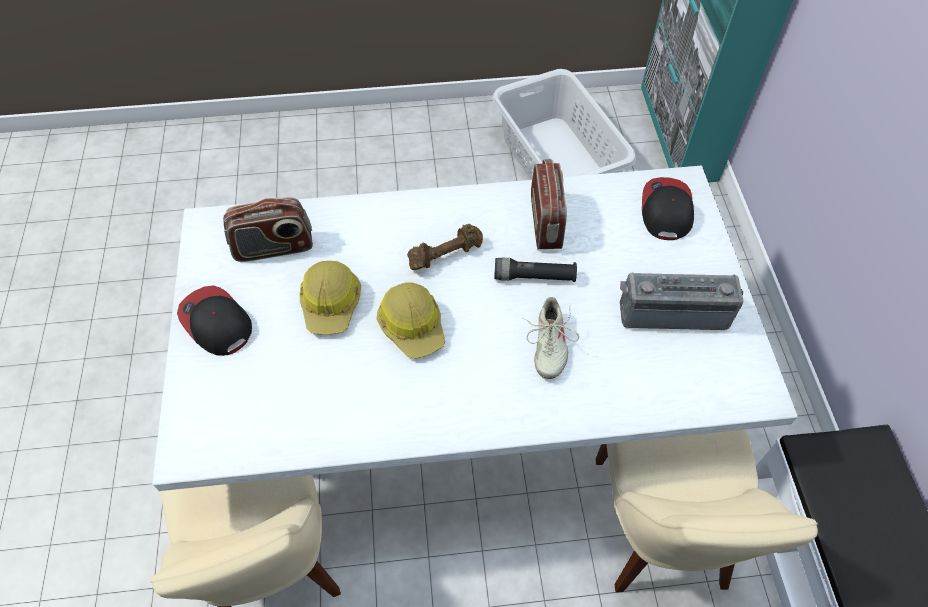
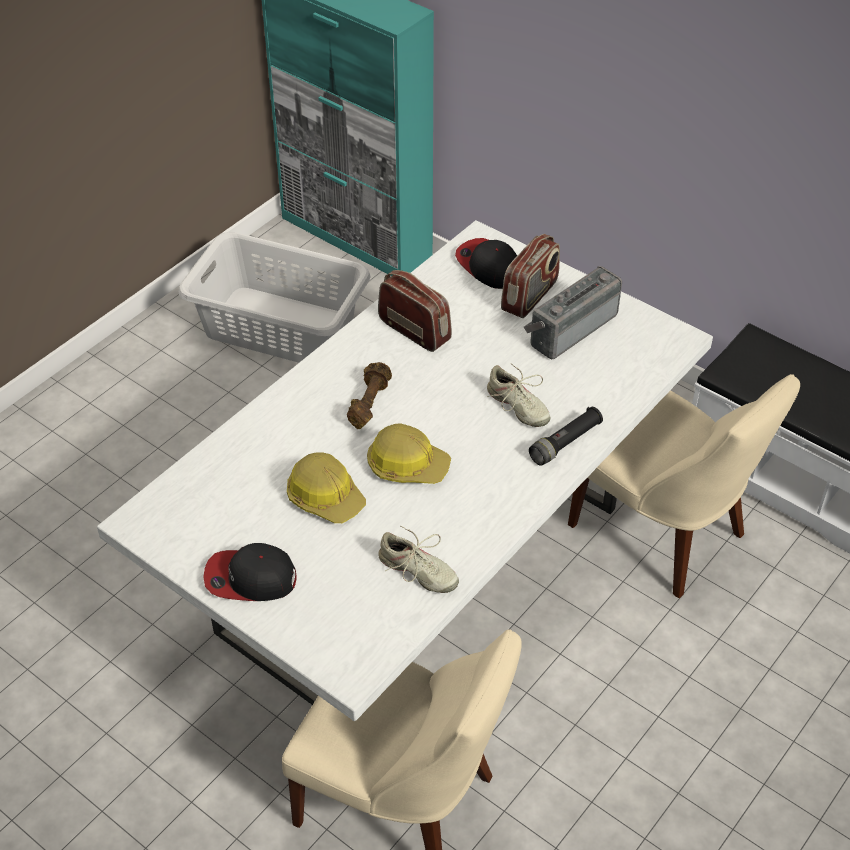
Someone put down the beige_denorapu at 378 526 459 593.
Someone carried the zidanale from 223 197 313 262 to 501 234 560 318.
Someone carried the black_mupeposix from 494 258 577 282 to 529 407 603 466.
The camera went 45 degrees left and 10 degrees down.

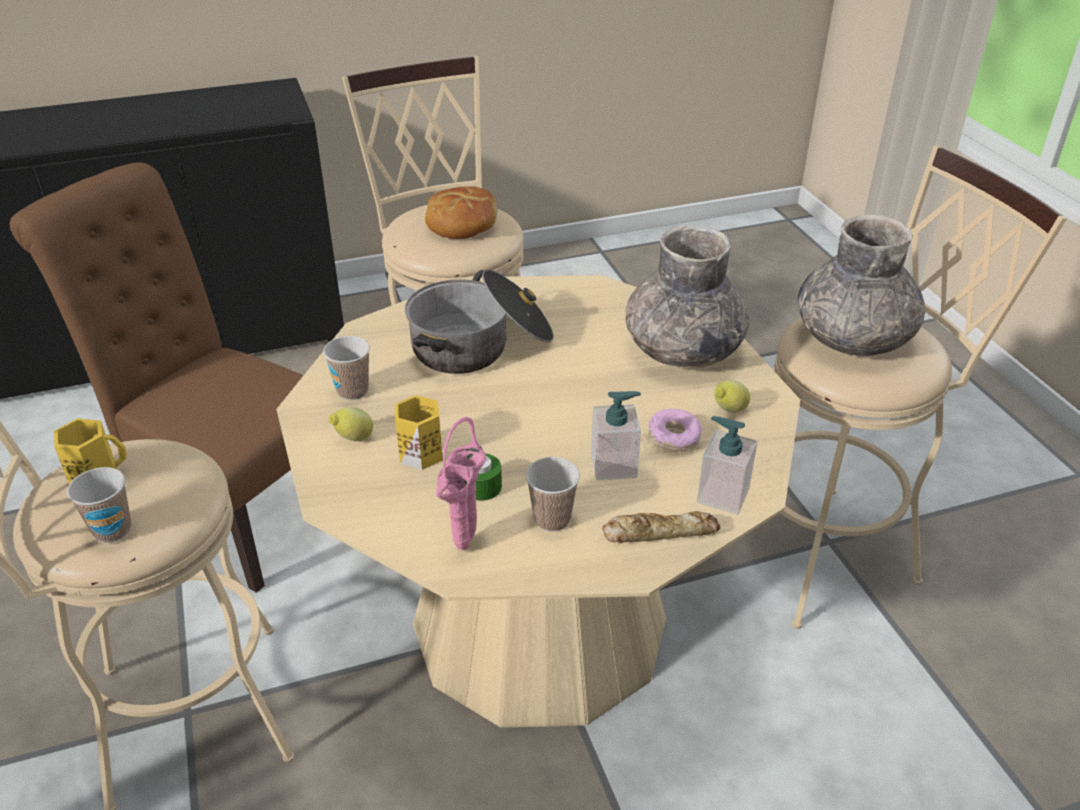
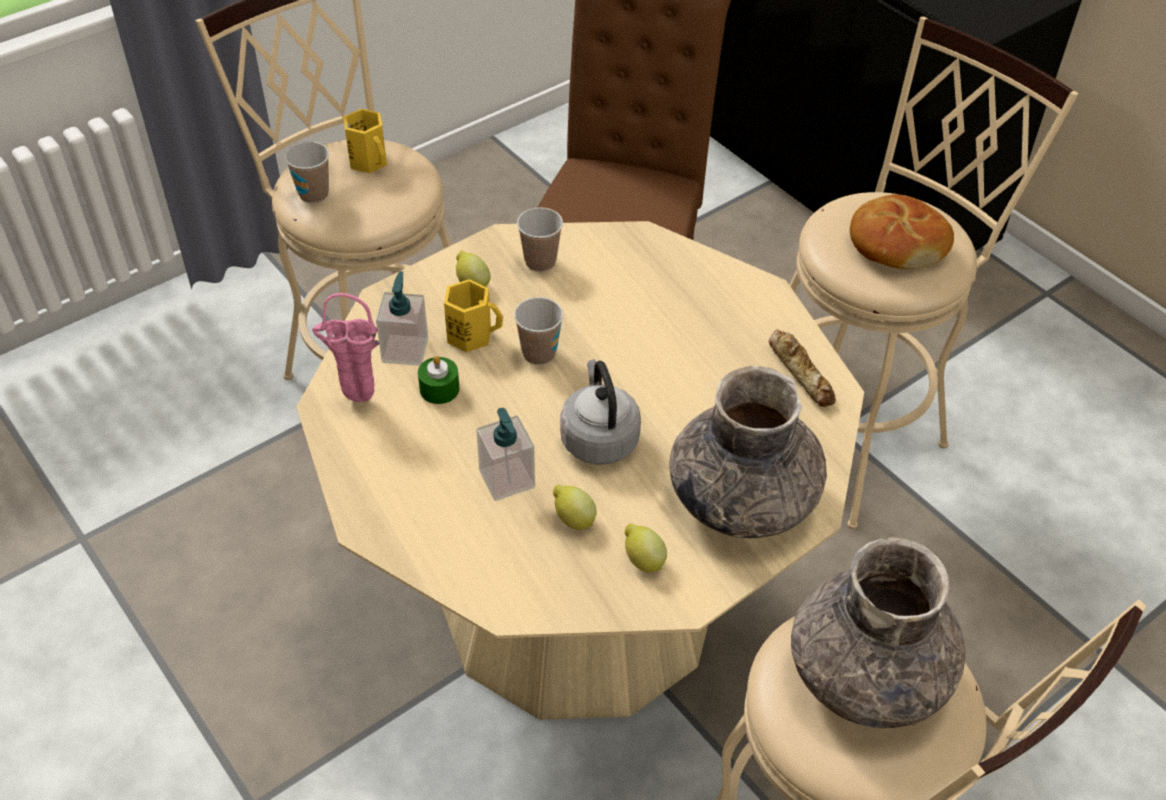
Someone took away the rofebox at 405 270 554 374.
Someone put down the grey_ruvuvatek at 560 359 641 465.
Someone carried the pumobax from 526 457 580 532 to 514 297 563 365.
Someone carried the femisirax from 602 511 720 543 to 768 330 836 407.
Someone carried the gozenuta from 697 416 757 515 to 376 271 428 366.
Someone swapped the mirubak at 649 409 702 451 for the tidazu at 553 484 597 530.
The camera went 70 degrees right and 10 degrees up.

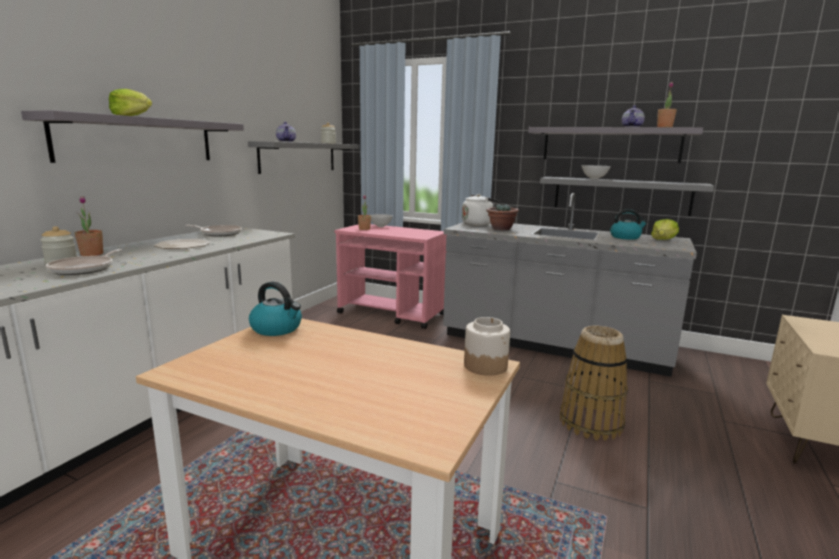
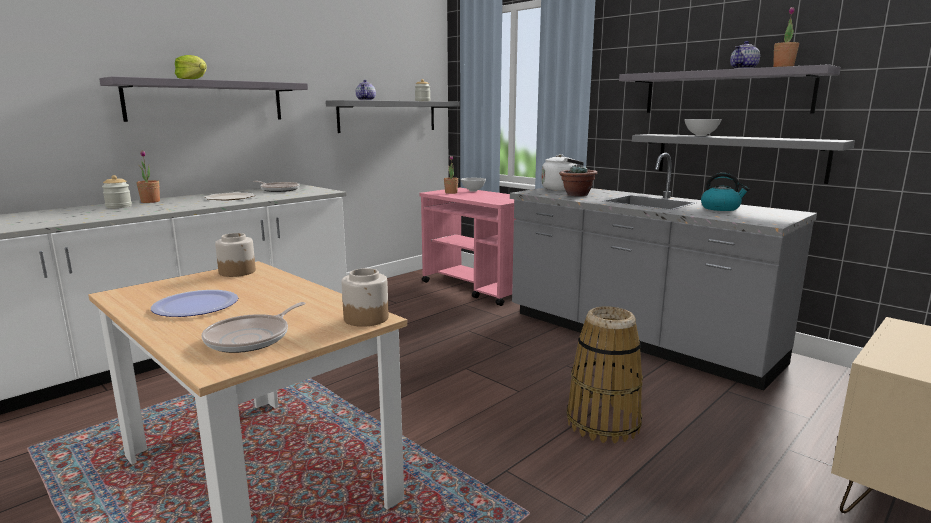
Someone took away the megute at 651 219 679 240.
Someone put down the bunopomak at 151 290 238 317.
Someone carried the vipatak from 46 249 122 275 to 202 302 306 353.
Someone swapped the ruvuvatek at 249 282 302 336 for the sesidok at 215 233 256 277.
The camera went 20 degrees right and 0 degrees up.

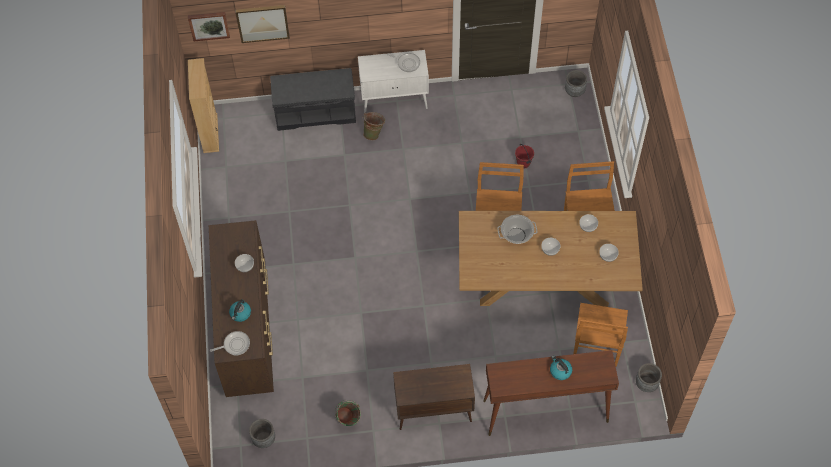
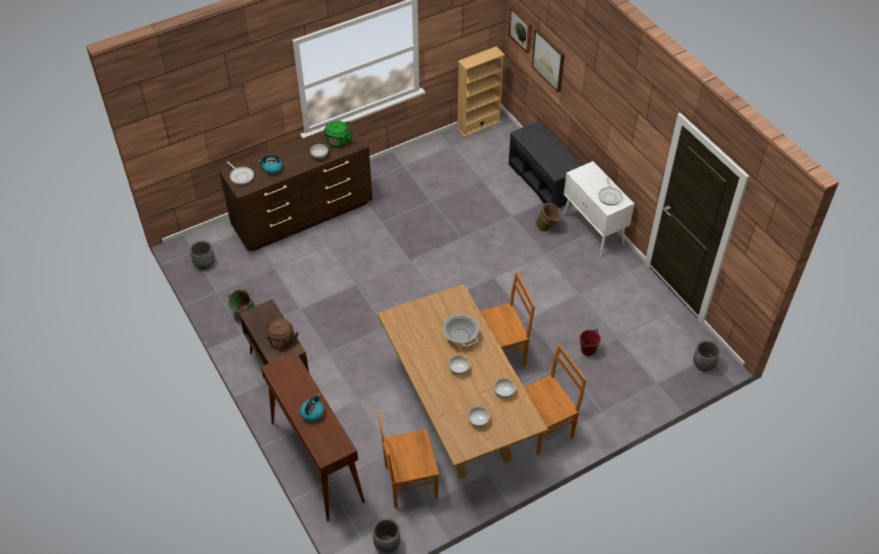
Someone put down the brown_ruvuvatek at 264 318 299 348.
Someone put down the green_ruvuvatek at 323 121 353 147.
The camera went 65 degrees right and 10 degrees down.

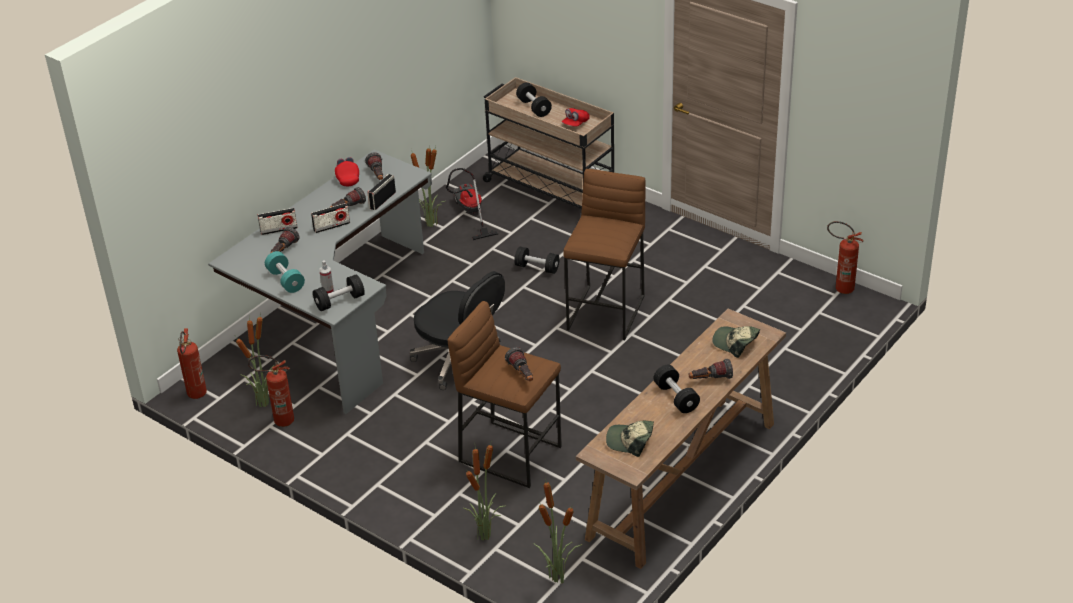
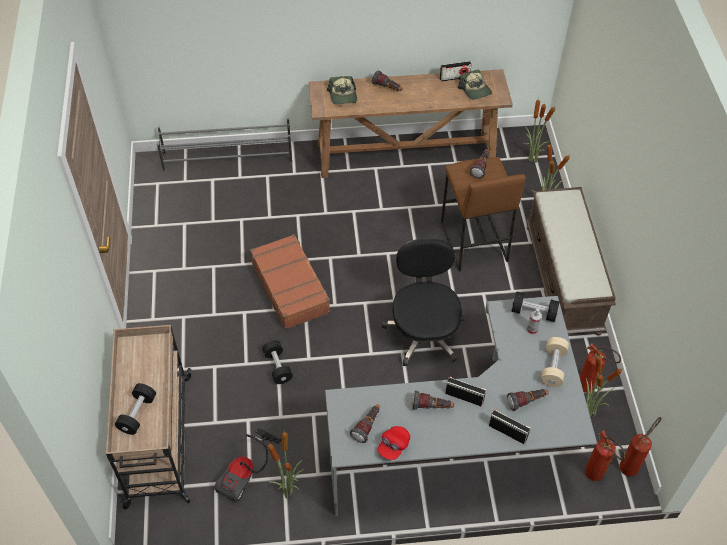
Someone took away the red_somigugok at 562 108 590 127.
Someone took away the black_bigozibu at 653 365 700 413.
Someone put down the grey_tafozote at 157 118 292 172.
Someone put down the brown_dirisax at 526 187 616 335.
Someone carried the zidanale from 367 174 396 210 to 440 61 472 82.
Someone carried the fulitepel from 827 221 863 294 to 585 430 626 481.
Someone swapped the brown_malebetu at 563 169 646 340 for the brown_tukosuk at 250 234 330 330.
Someone repainted the turquoise_bigozibu at 265 251 305 293, which became the beige_bigozibu at 541 337 569 387.
The camera went 135 degrees left and 15 degrees up.

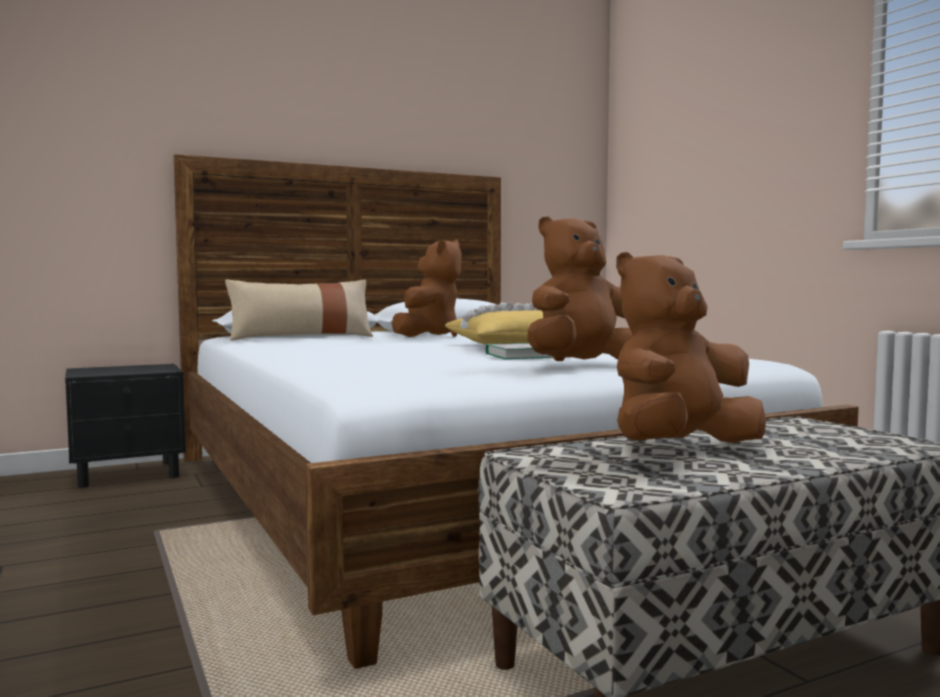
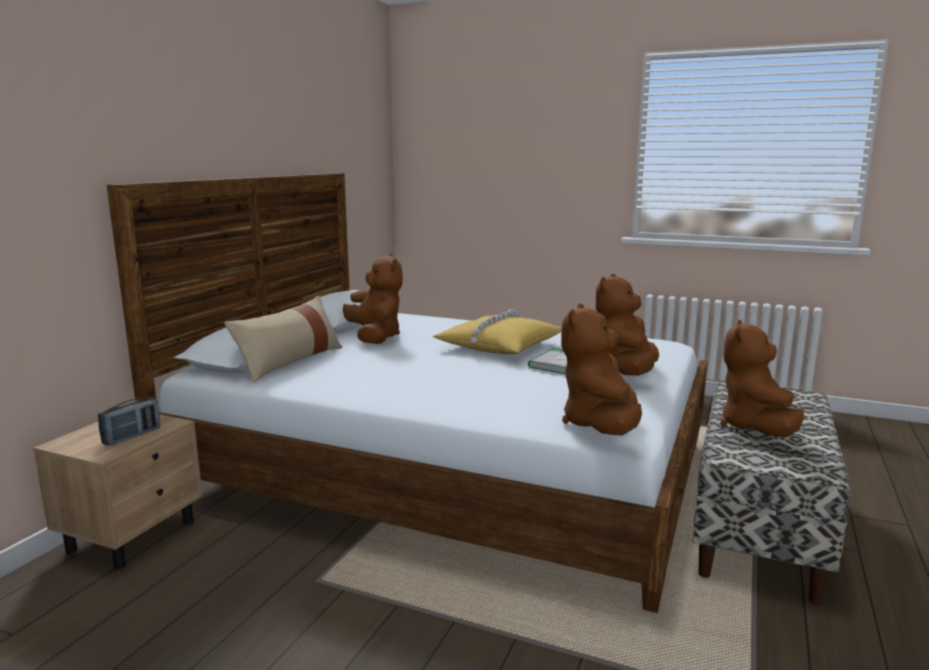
Someone put down the zidanale at 98 397 160 446.
Someone put down the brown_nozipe at 561 304 642 435.
Someone repainted the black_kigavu at 65 364 186 488, which became the beige_kigavu at 33 414 203 570.
The camera went 40 degrees left and 10 degrees up.

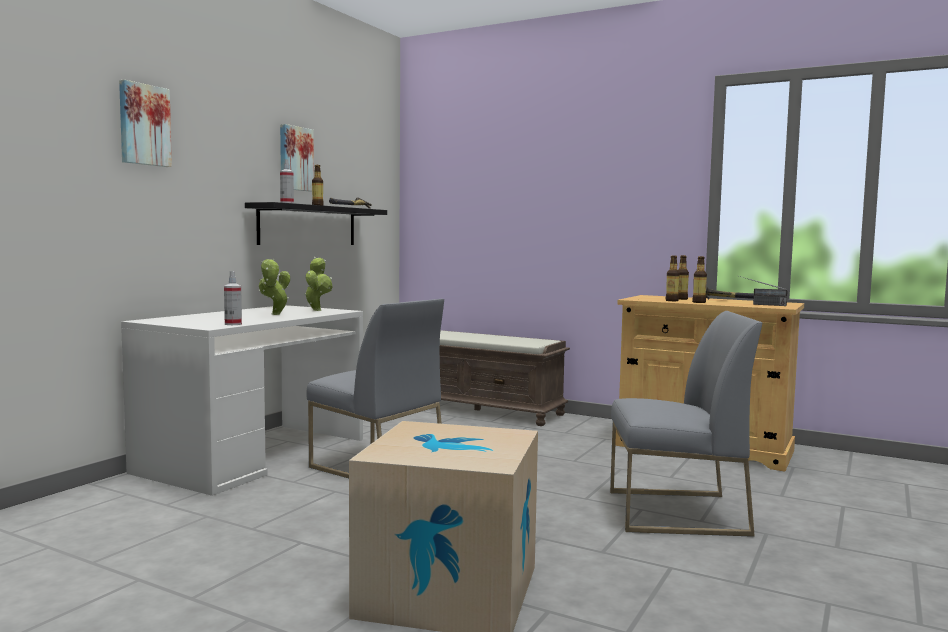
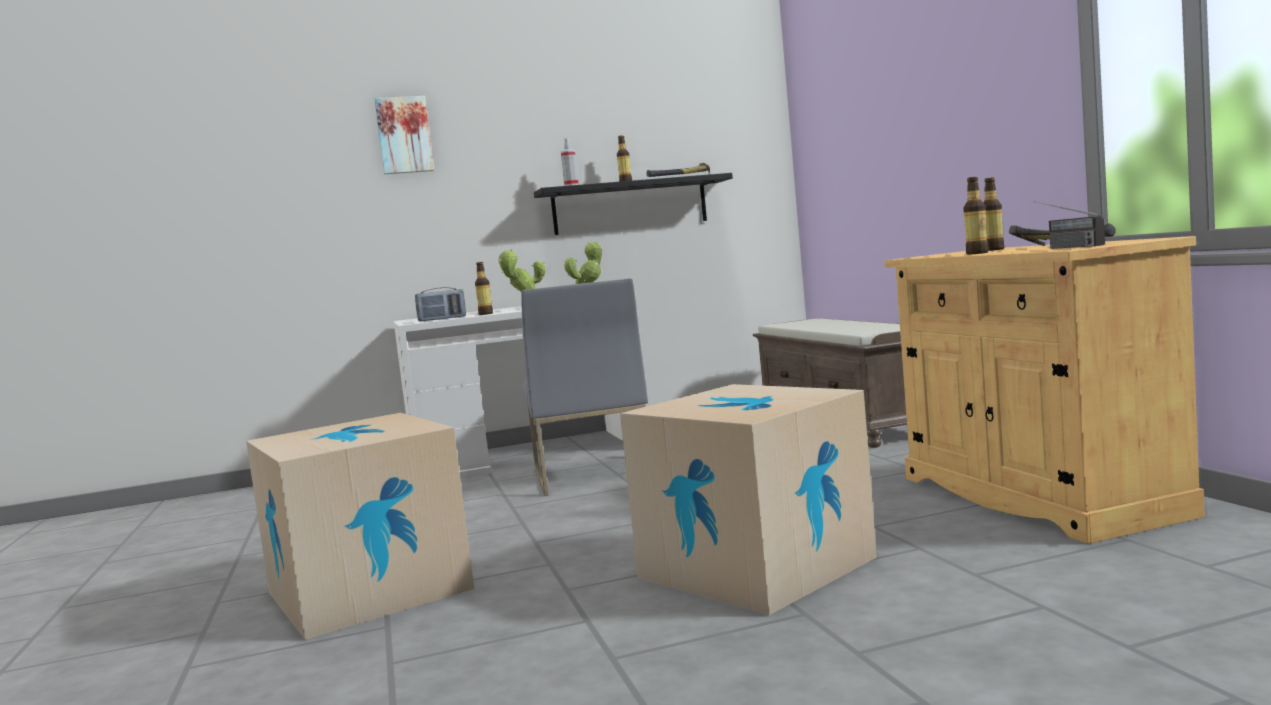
Someone took away the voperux at 280 124 314 191.
Someone carried the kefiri from 666 255 680 301 to 475 262 493 315.
Someone swapped the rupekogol at 224 271 242 325 for the zidanale at 415 287 466 321.
Someone swapped the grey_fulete at 610 311 762 537 for the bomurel at 620 384 877 615.
The camera went 45 degrees right and 0 degrees up.

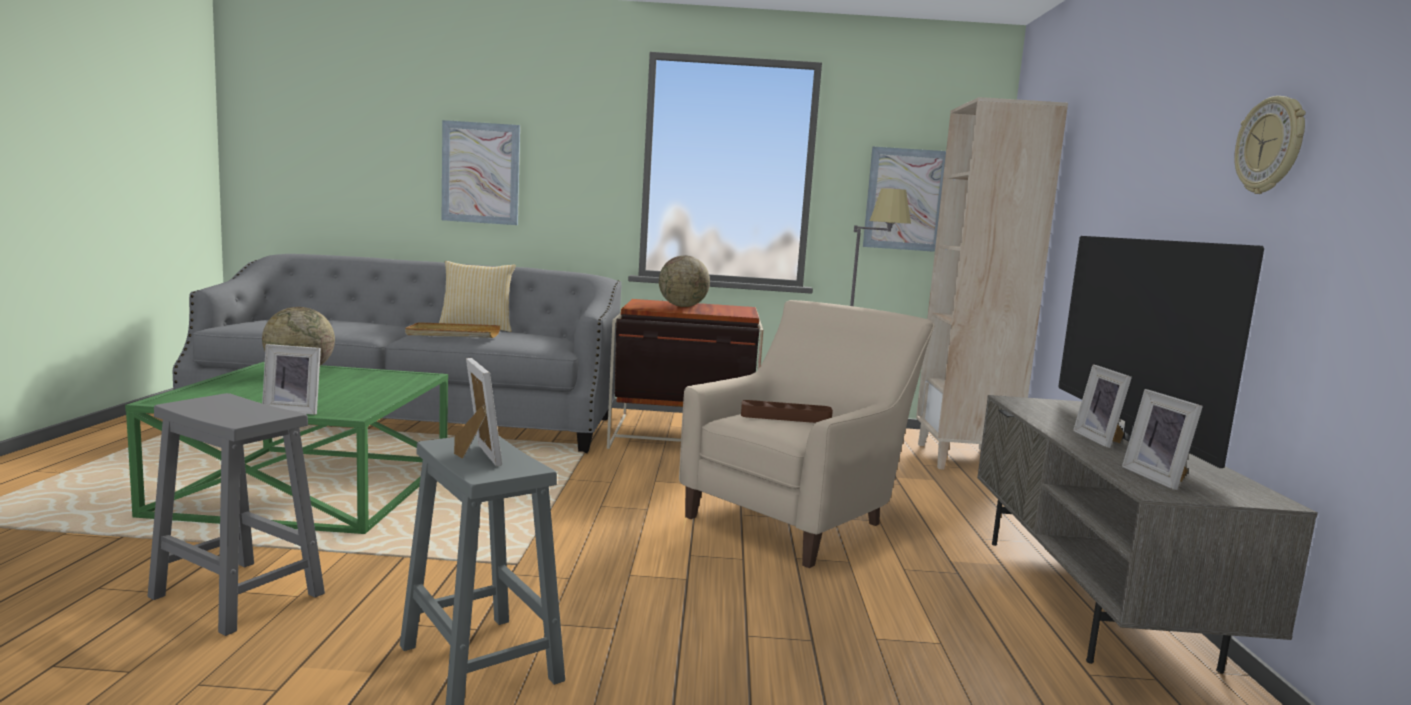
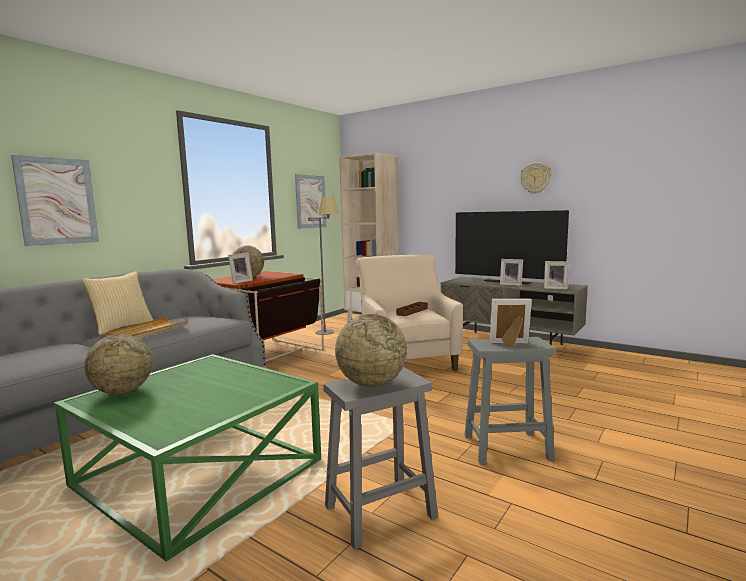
Someone put down the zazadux at 335 314 407 387.
Someone carried the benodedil from 262 344 321 415 to 228 253 253 284.
The camera went 55 degrees left and 0 degrees up.

